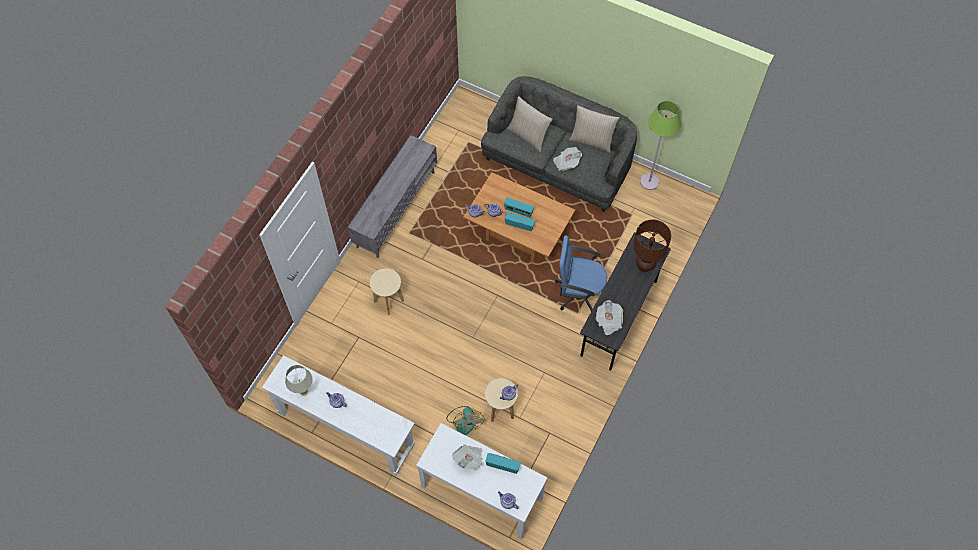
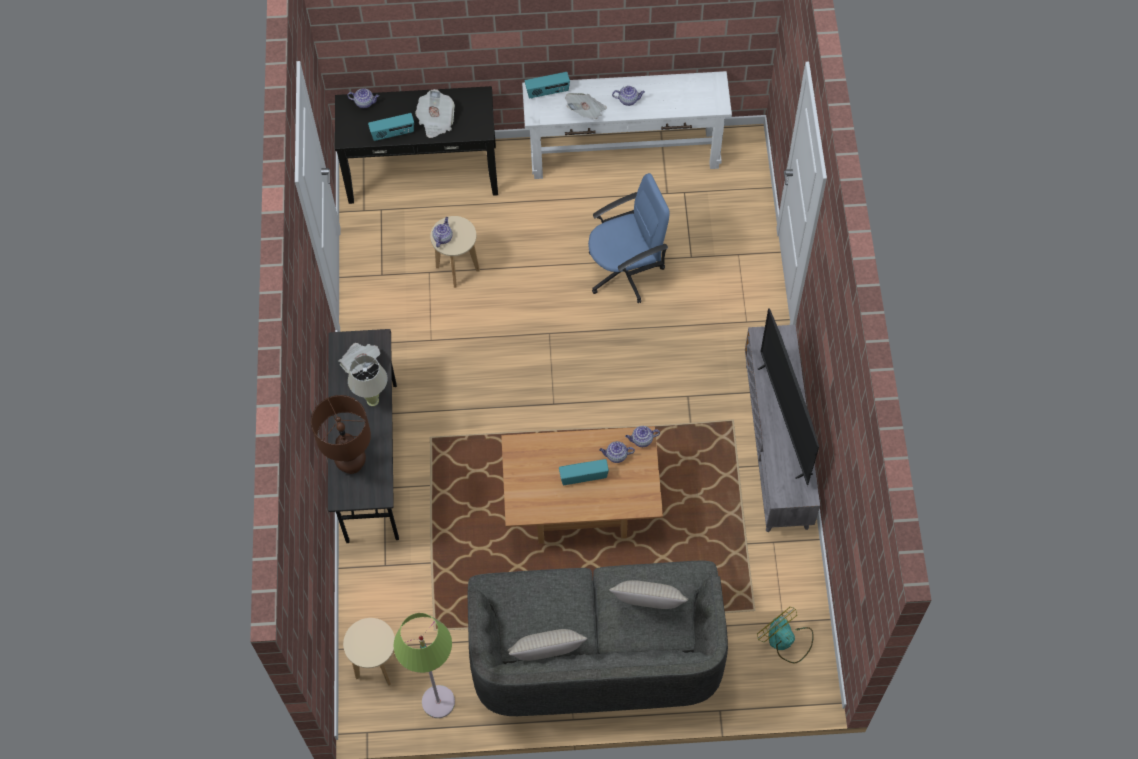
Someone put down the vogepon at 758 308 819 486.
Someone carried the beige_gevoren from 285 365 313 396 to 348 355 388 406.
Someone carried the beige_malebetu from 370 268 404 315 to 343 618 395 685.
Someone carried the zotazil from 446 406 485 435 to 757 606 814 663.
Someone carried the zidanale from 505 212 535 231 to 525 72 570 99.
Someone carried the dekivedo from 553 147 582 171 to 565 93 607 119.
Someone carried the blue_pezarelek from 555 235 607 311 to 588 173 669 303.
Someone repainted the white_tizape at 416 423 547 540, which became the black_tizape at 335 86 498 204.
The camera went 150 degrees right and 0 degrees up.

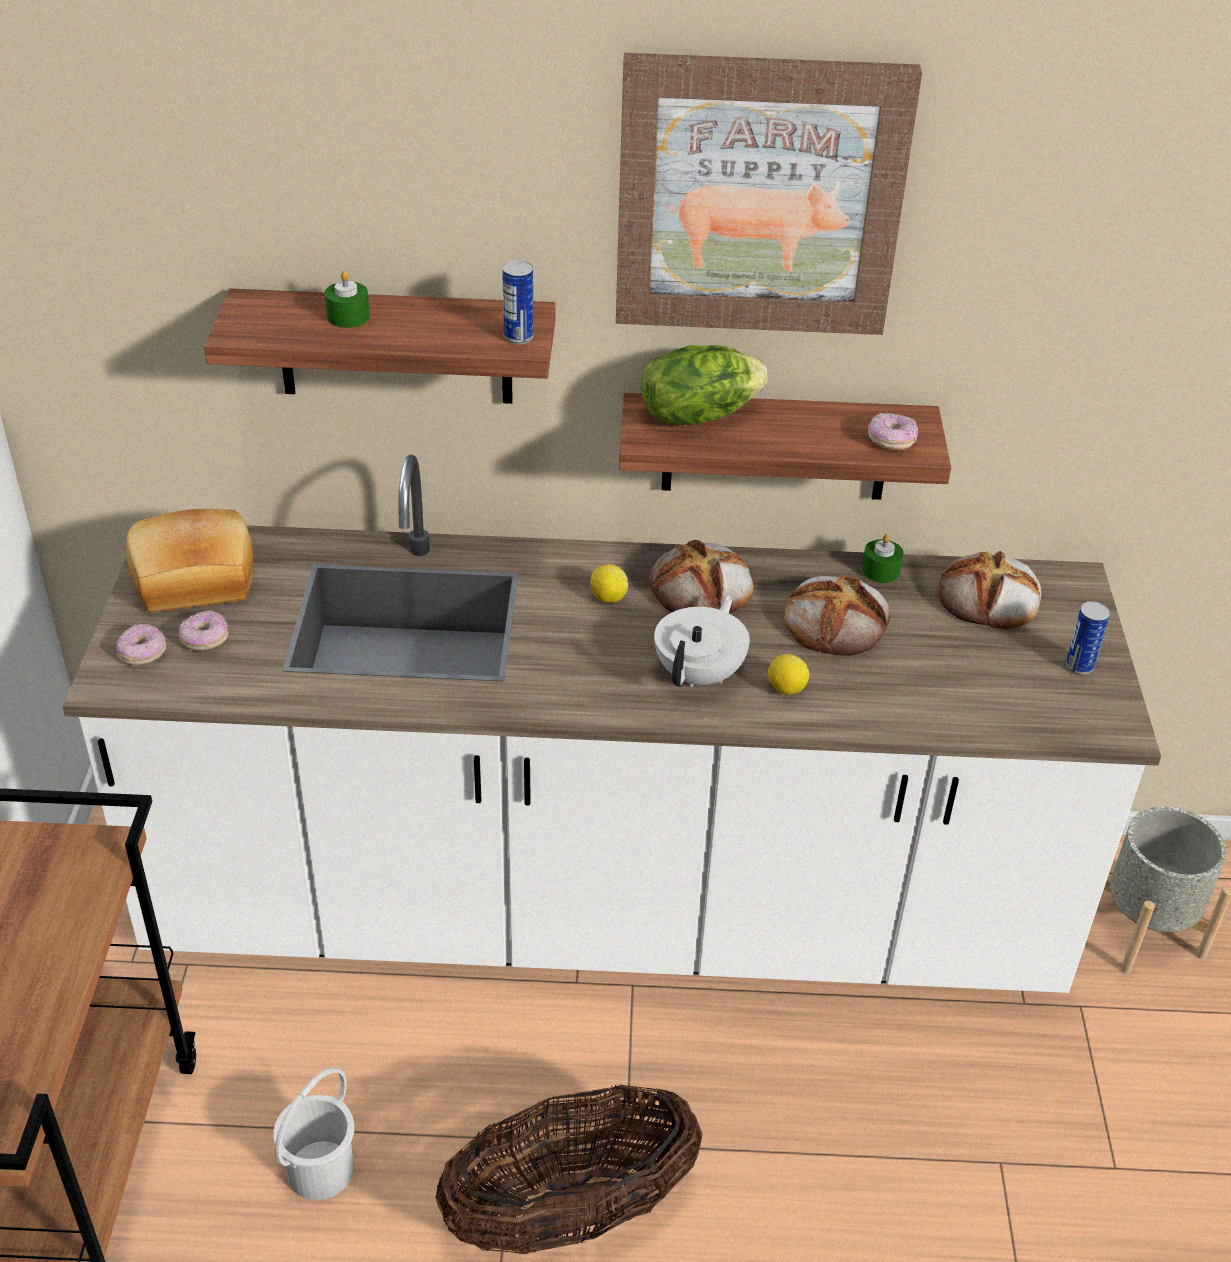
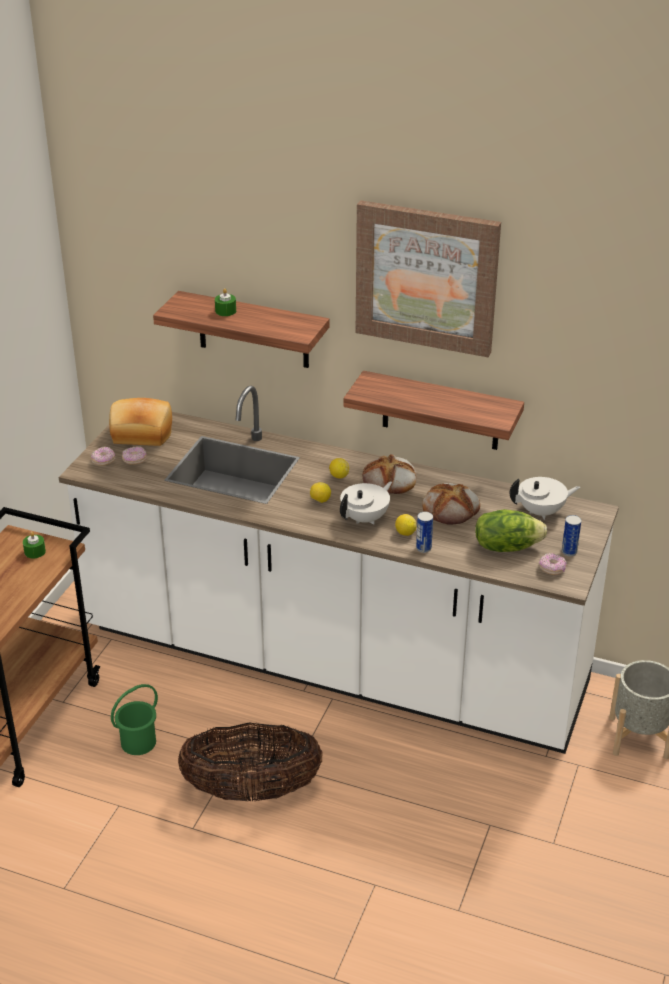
Someone put down the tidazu at 310 482 331 503.
Someone carried the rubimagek from 502 260 534 344 to 416 512 433 553.
Someone carried the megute from 641 345 768 425 to 475 509 547 552.
Someone carried the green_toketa from 862 534 903 583 to 23 532 46 559.
Someone carried the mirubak from 868 413 918 450 to 539 553 567 575.
Someone swapped the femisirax at 939 551 1041 629 for the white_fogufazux at 509 477 580 520.
Someone repainted the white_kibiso at 273 1067 355 1200, which became the green_kibiso at 111 684 158 755.
The camera went 20 degrees right and 5 degrees down.

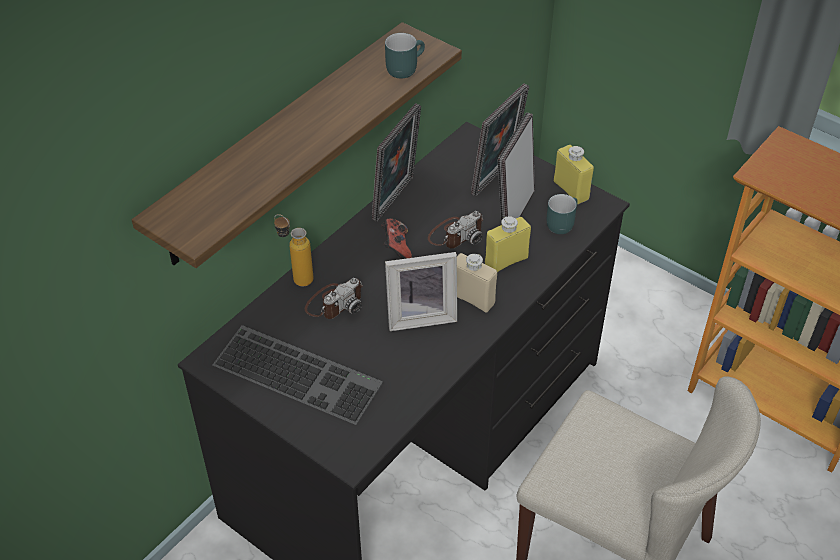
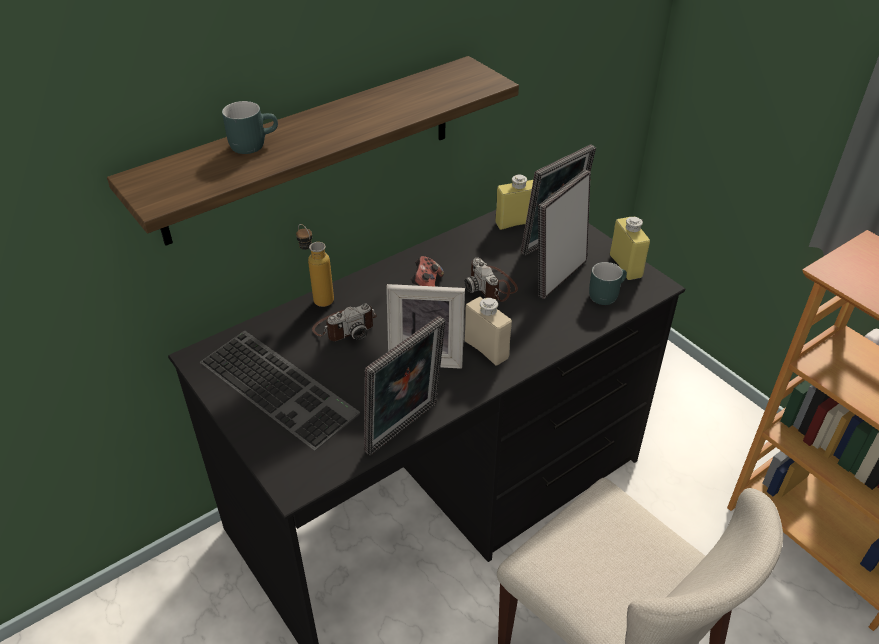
Someone carried the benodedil from 372 103 421 222 to 364 316 446 456.
Someone carried the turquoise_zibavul from 385 33 425 78 to 222 101 278 154.
Someone carried the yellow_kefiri from 485 216 531 272 to 495 174 533 230.
Someone rotated the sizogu at 428 211 484 249 by 90 degrees clockwise.
The camera went 15 degrees right and 5 degrees down.

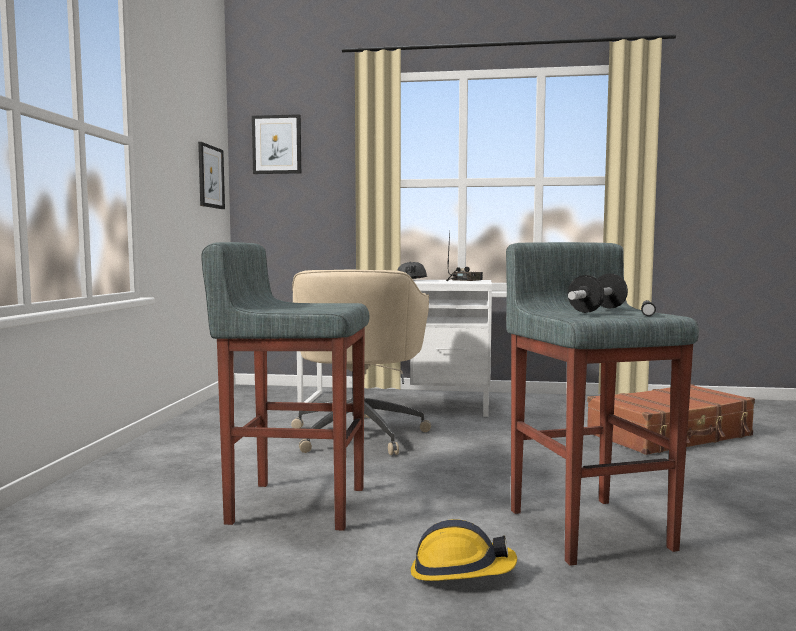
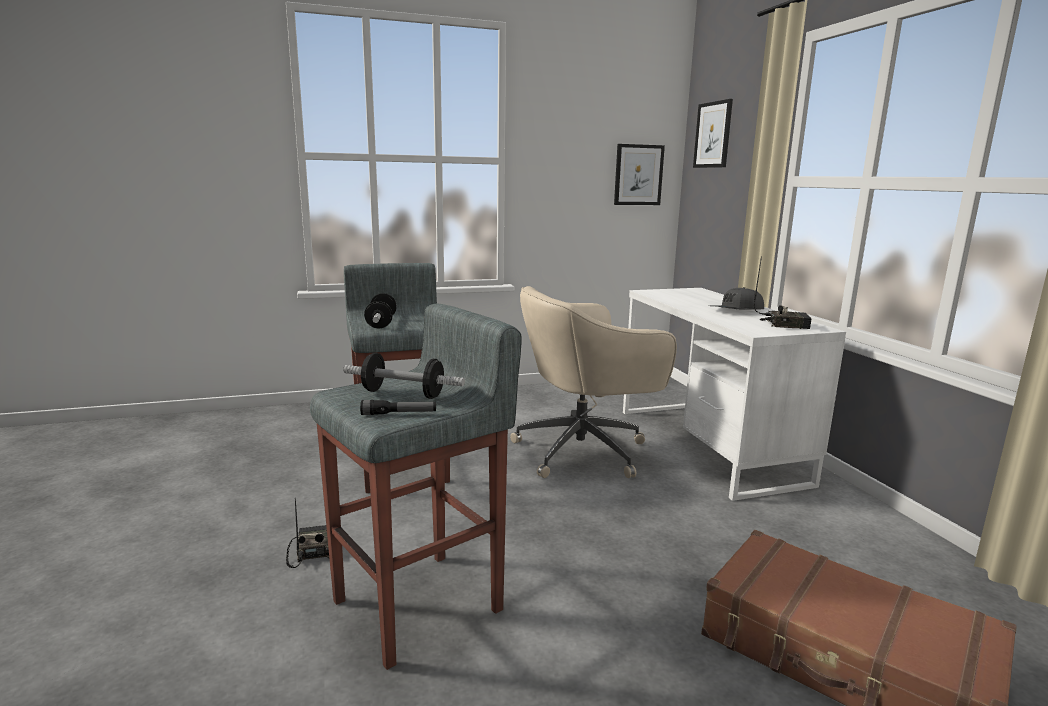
Someone put down the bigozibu at 364 293 397 329.
Someone swapped the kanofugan at 411 519 517 581 for the zidanale at 286 497 329 568.
The camera went 65 degrees right and 10 degrees up.

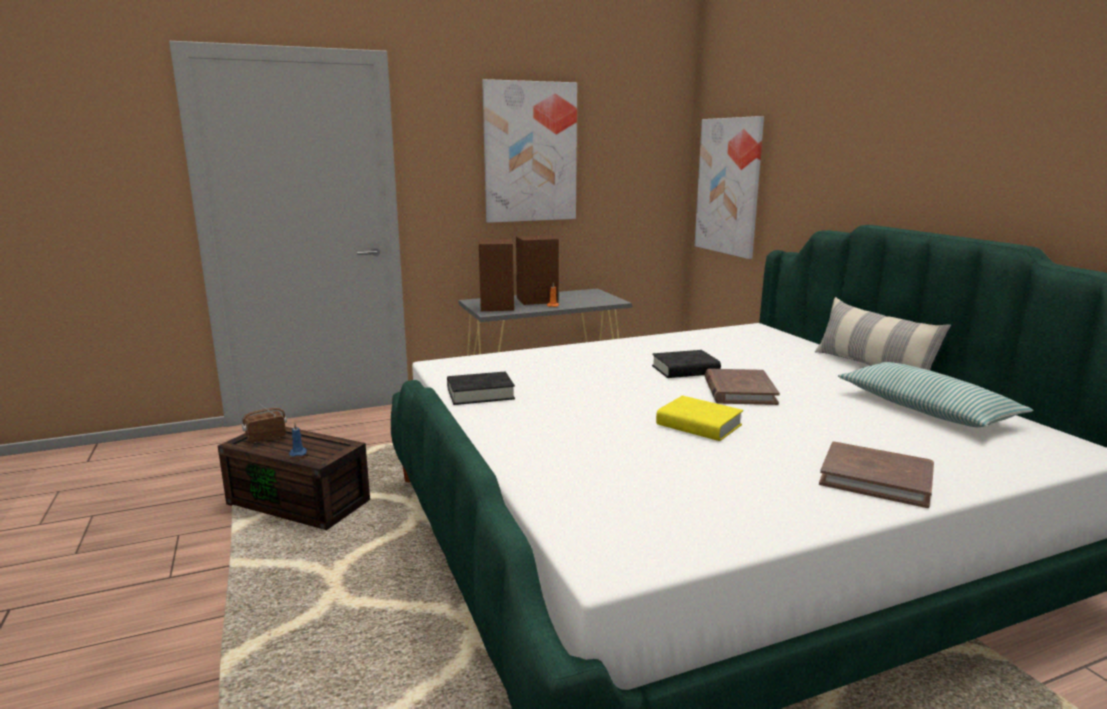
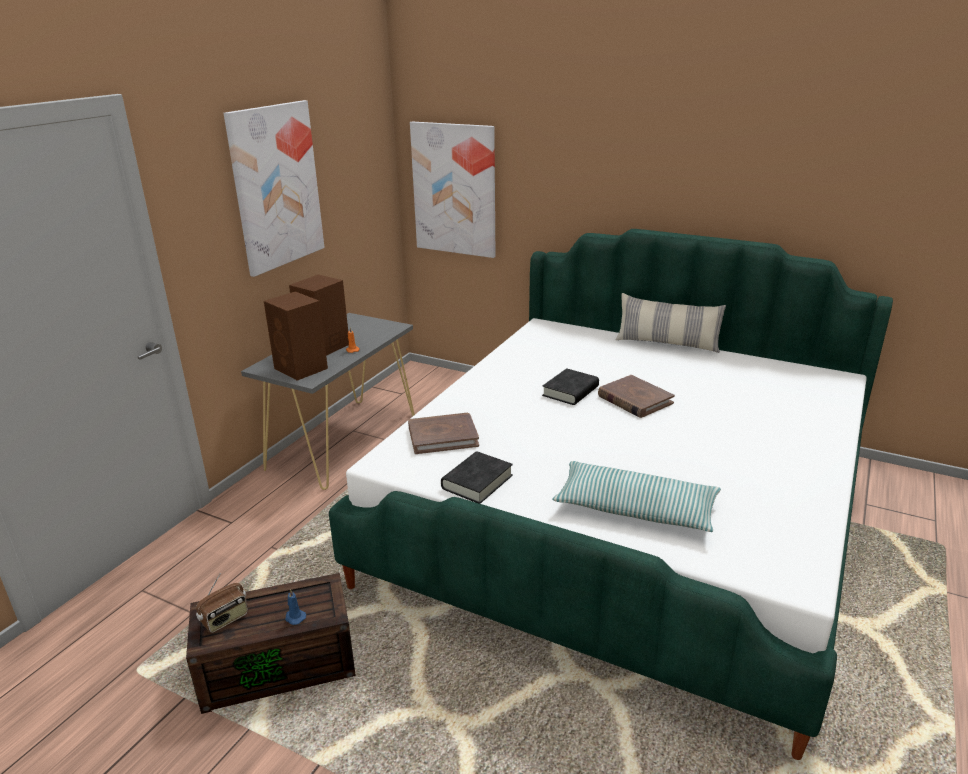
Someone took away the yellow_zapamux at 656 396 743 441.
Someone carried the brown_zapamux from 819 442 934 508 to 408 413 479 454.
Someone carried the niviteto from 838 362 1033 427 to 552 461 721 532.
Someone rotated the zidanale at 242 401 287 443 by 150 degrees counterclockwise.
The camera went 40 degrees left and 10 degrees up.

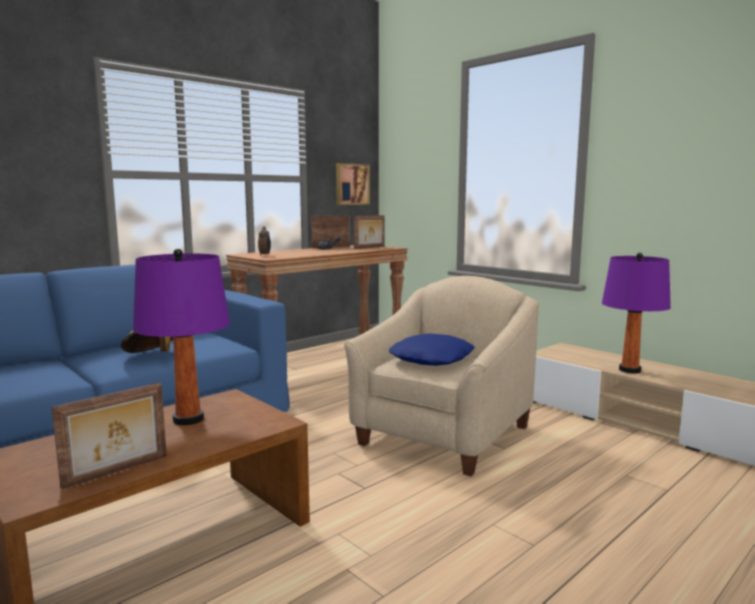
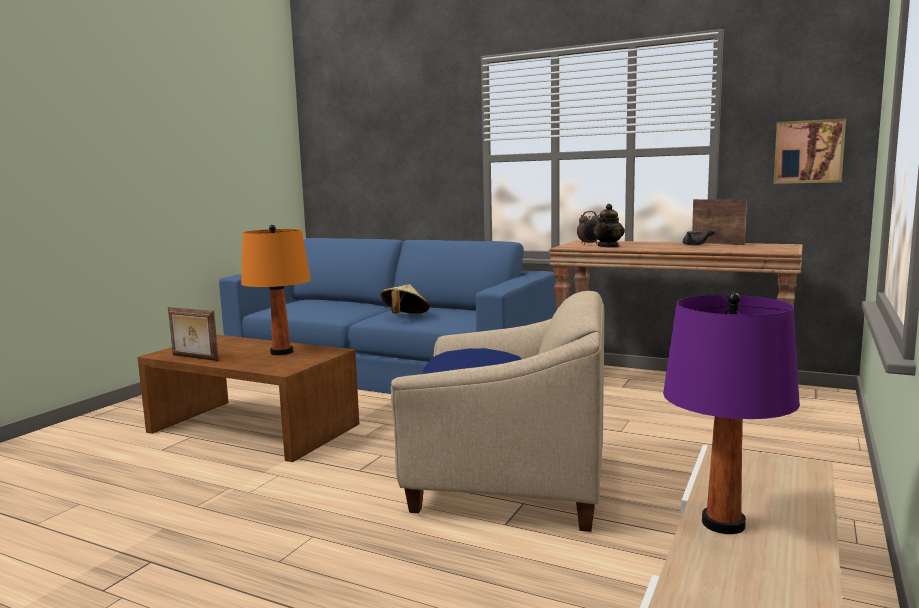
Someone took away the benodedil at 354 215 385 249.
Someone put down the fogufazux at 593 204 625 248.
Someone repainted the purple_gevoren at 133 249 230 425, which became the orange_gevoren at 241 225 311 355.
The camera went 70 degrees right and 0 degrees up.

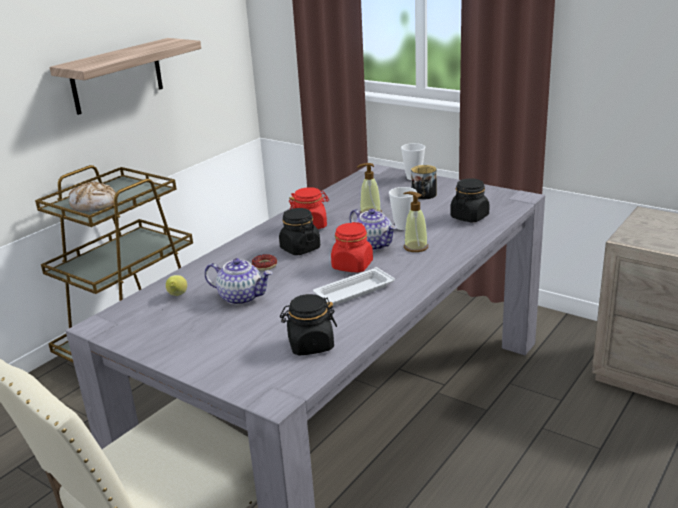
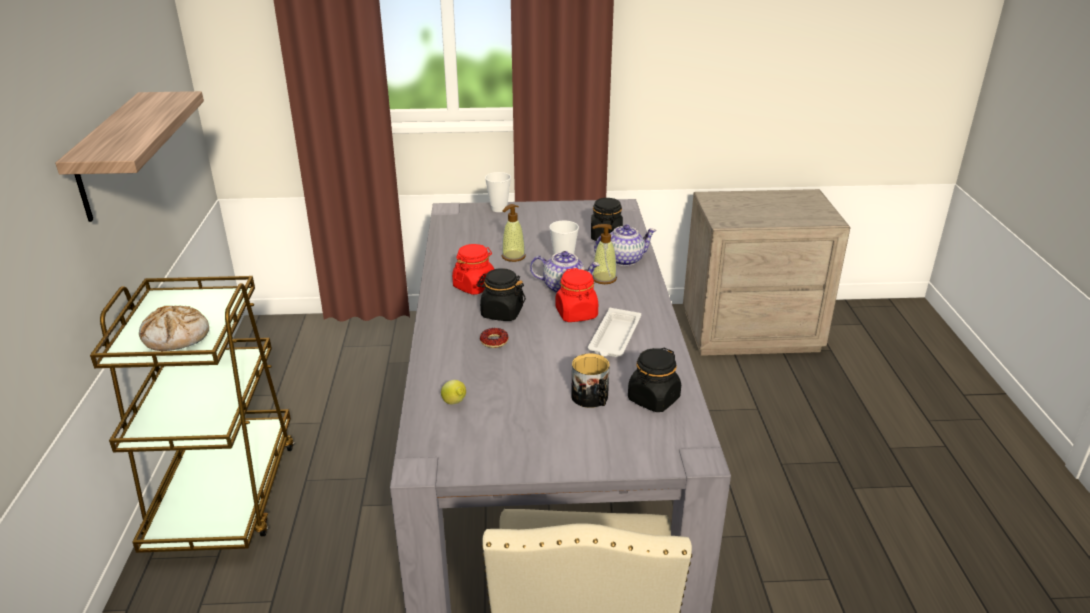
Someone carried the fogufazux from 204 258 272 305 to 594 225 656 266.
Someone carried the zibavul from 411 165 437 199 to 571 354 610 408.
The camera went 40 degrees left and 5 degrees up.

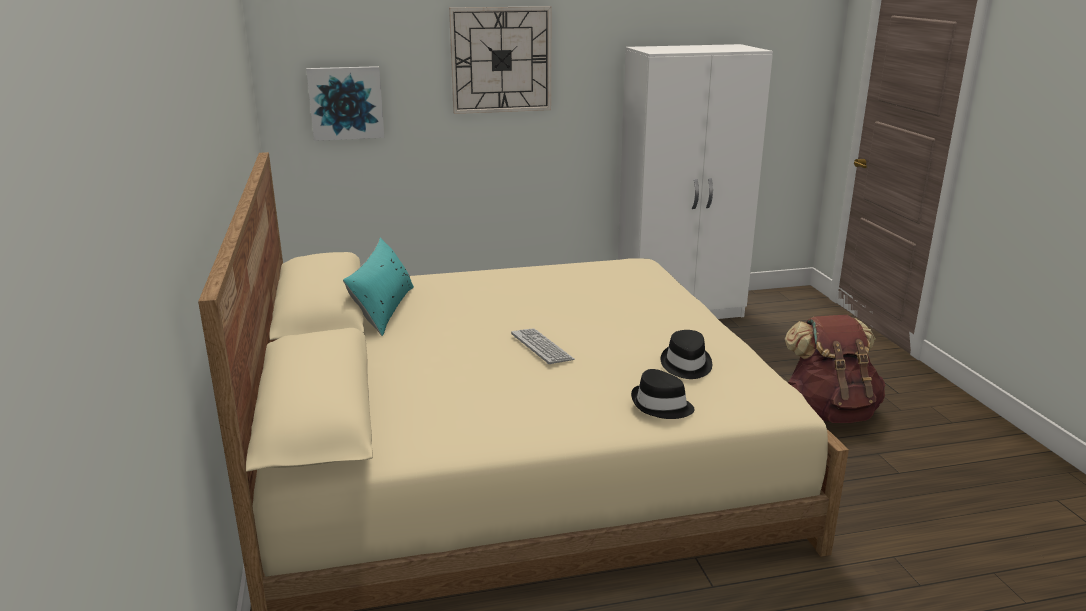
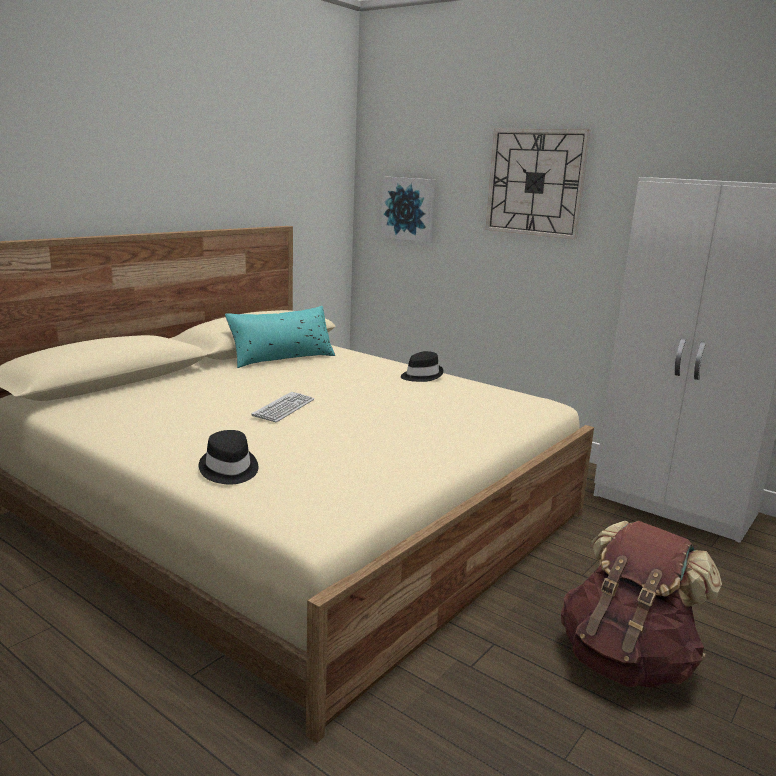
Someone carried the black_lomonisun from 661 330 712 379 to 401 351 444 382.
The camera went 50 degrees right and 5 degrees down.

